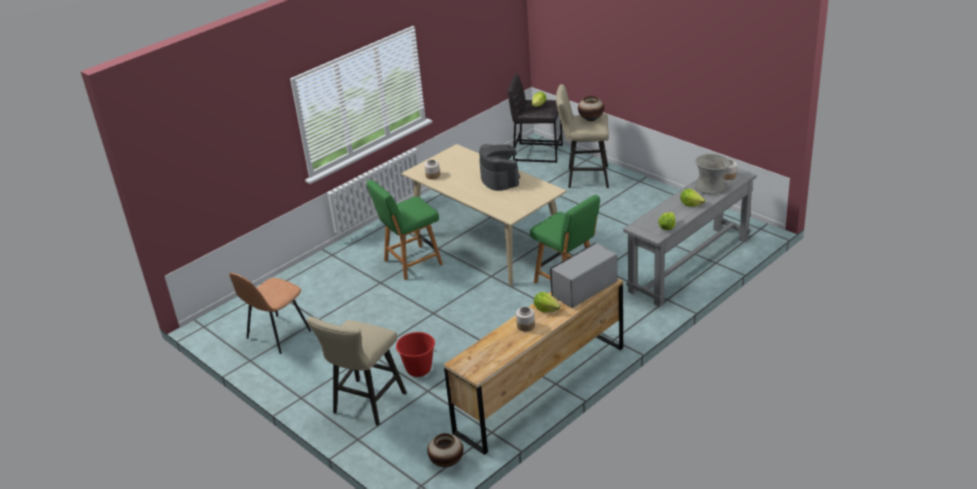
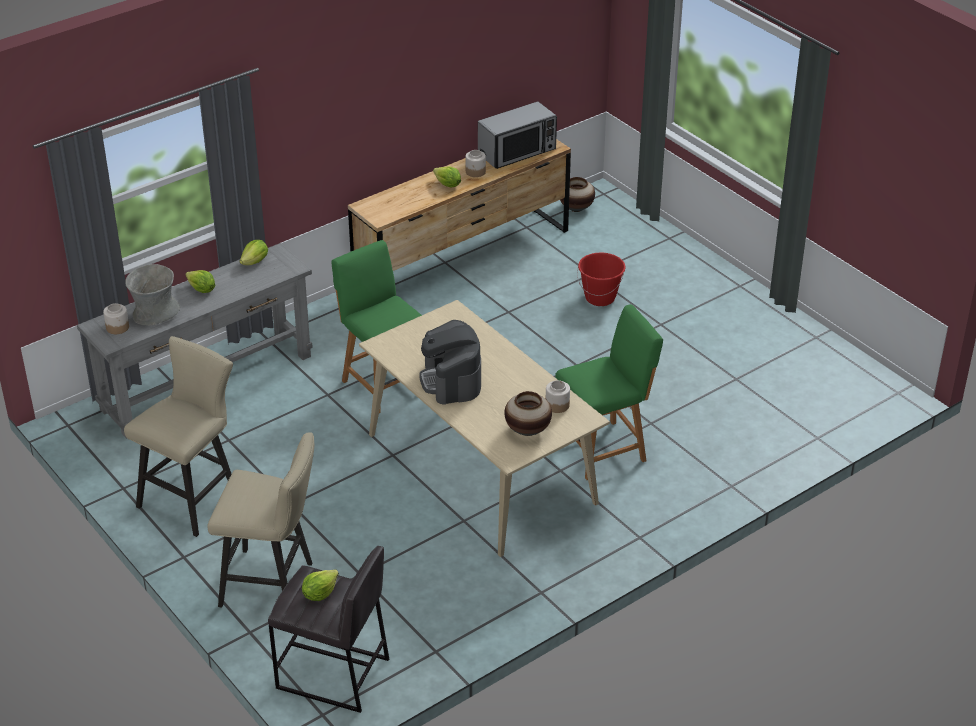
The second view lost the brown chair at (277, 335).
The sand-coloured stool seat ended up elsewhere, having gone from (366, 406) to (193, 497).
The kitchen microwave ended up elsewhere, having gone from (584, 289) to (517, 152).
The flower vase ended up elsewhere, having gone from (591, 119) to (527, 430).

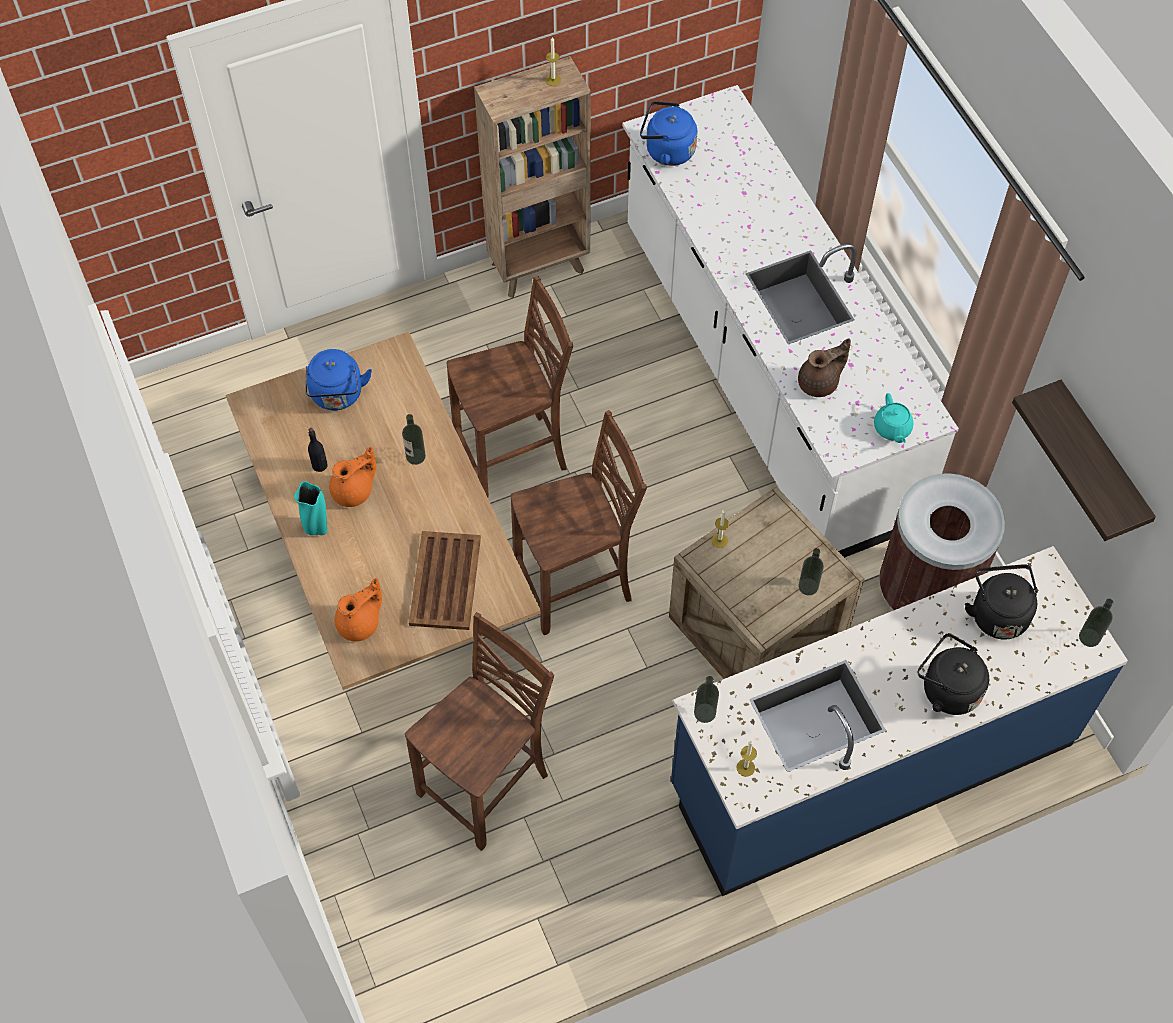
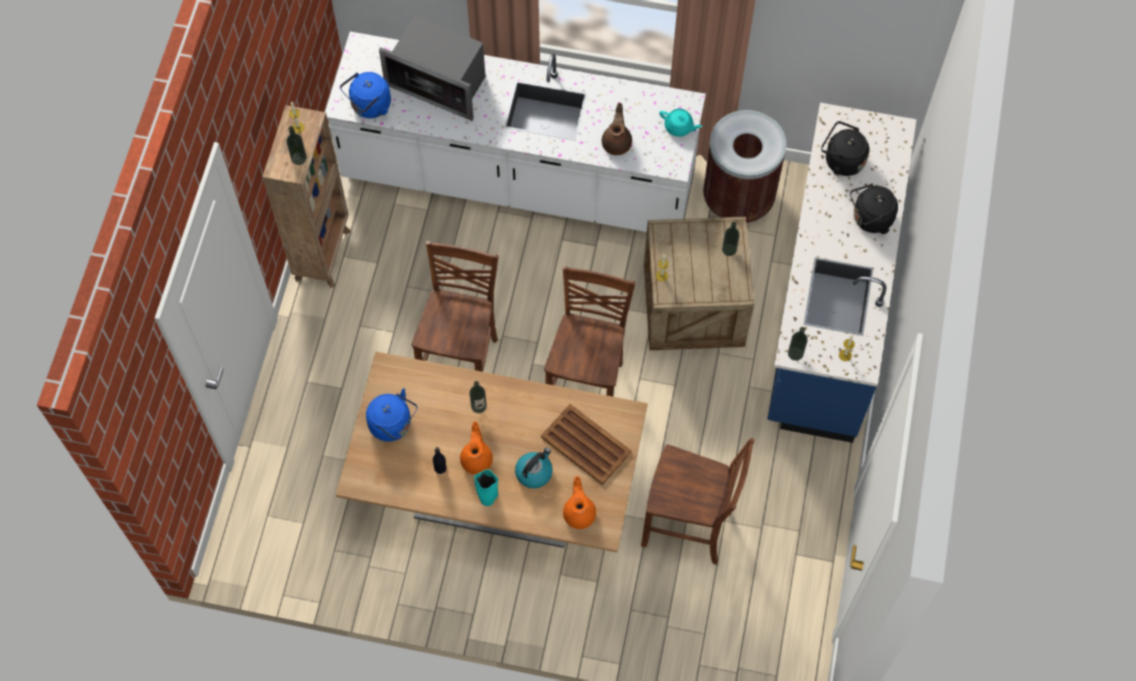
The second view lost the bracket shelf at (1100, 462).
The second view gained the kitchen microwave at (440, 83).
The second view gained the water kettle at (534, 472).
The drink bottle ended up elsewhere, having gone from (1089, 637) to (299, 158).
The brown chair at (487, 785) ended up facing another way, 120 degrees clockwise from before.

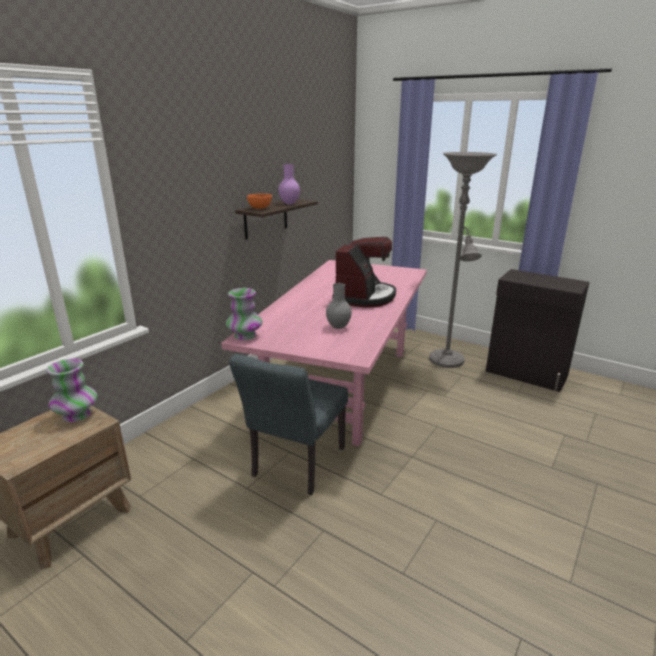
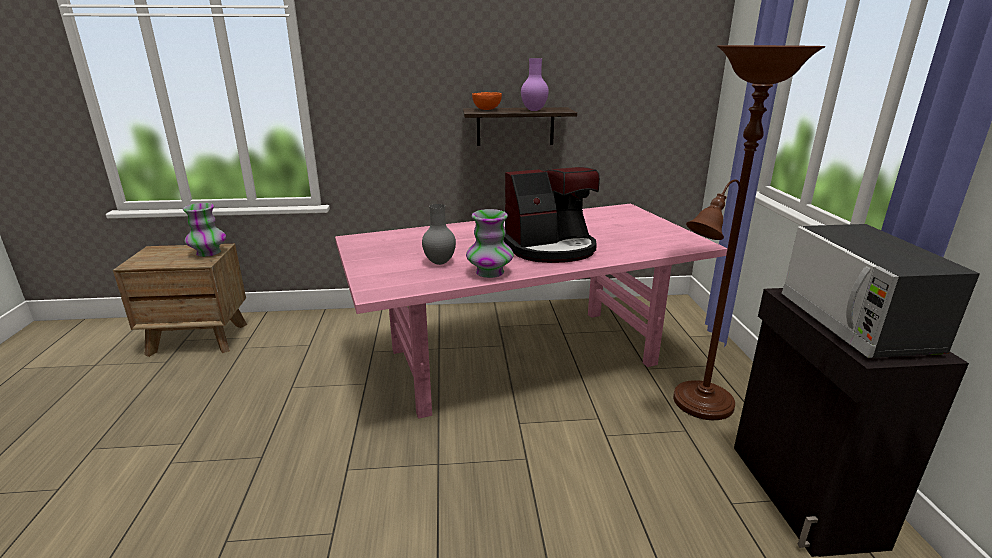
The second view lost the grey chair at (295, 466).
The second view gained the kitchen microwave at (856, 324).
The flower vase ended up elsewhere, having gone from (245, 336) to (490, 272).
What was the grey standing lamp at (448, 362) turned into the brown standing lamp at (699, 405).

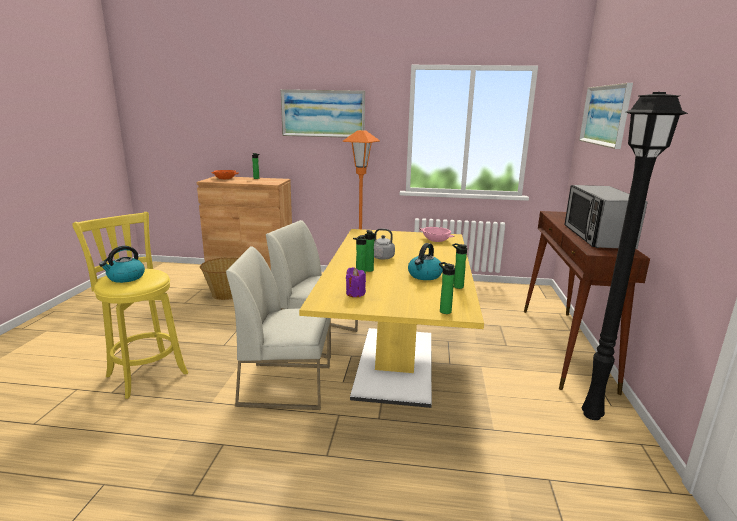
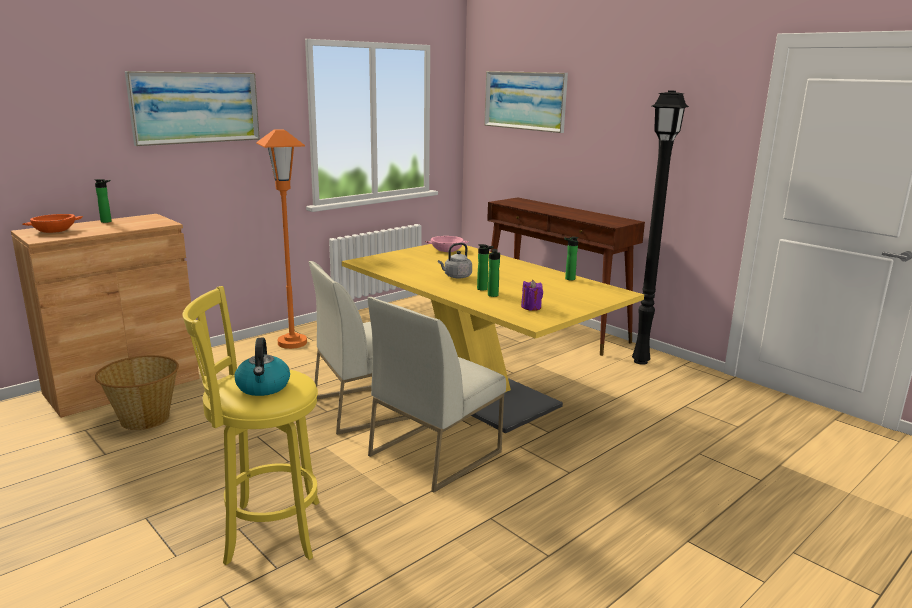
The second view lost the water kettle at (424, 275).
The second view lost the drink bottle at (444, 311).
The second view lost the kitchen microwave at (597, 237).

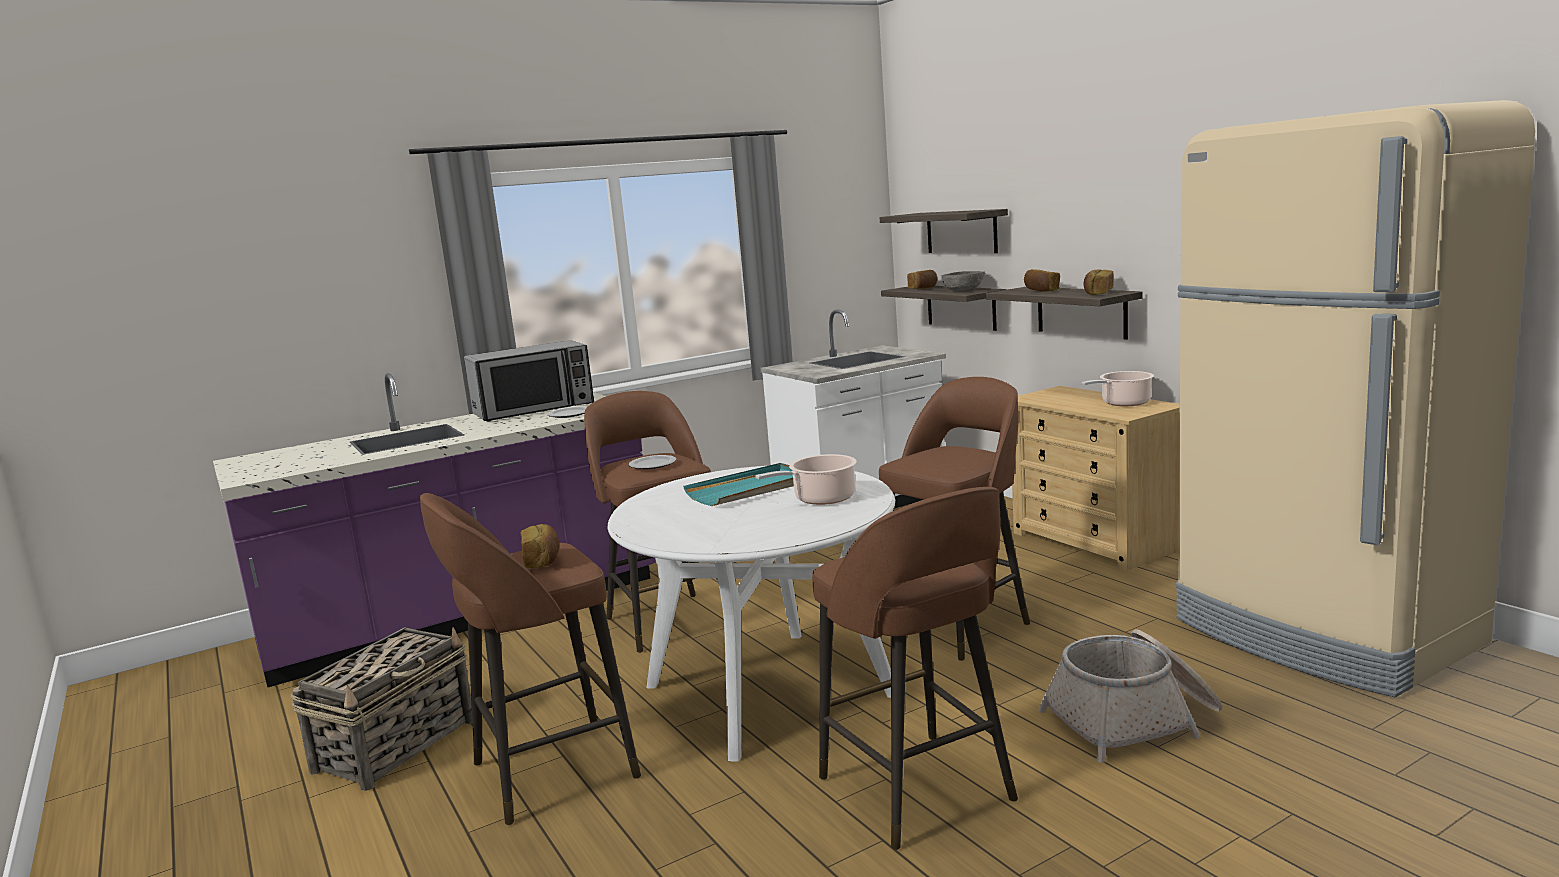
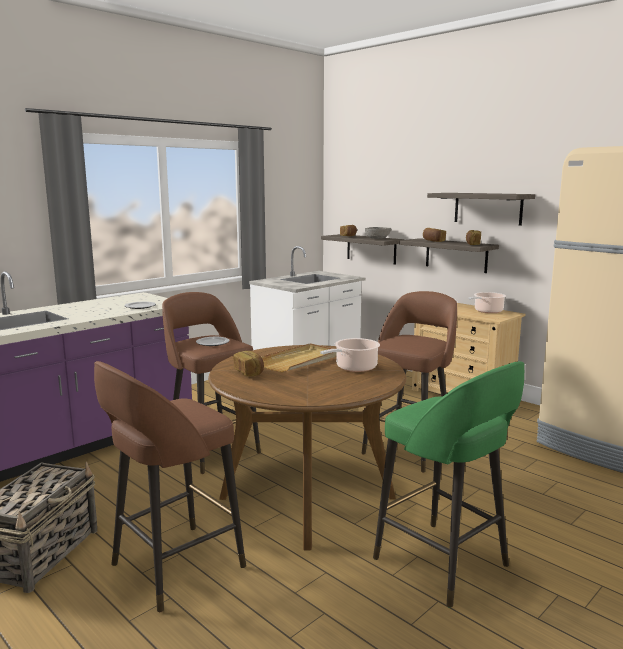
The second view lost the kitchen microwave at (535, 409).
The second view lost the storage basket at (1134, 720).
The bakery bread ended up elsewhere, having gone from (542, 560) to (249, 372).
The bracket shelf ended up elsewhere, having gone from (961, 232) to (488, 208).
What was the white-coloured dining table at (768, 690) turned into the brown dining table at (307, 497).
What was the blue-green tray at (751, 489) turned into the sand-coloured tray at (299, 361).
What was the brown stool seat at (918, 792) turned into the greenish stool seat at (443, 564).

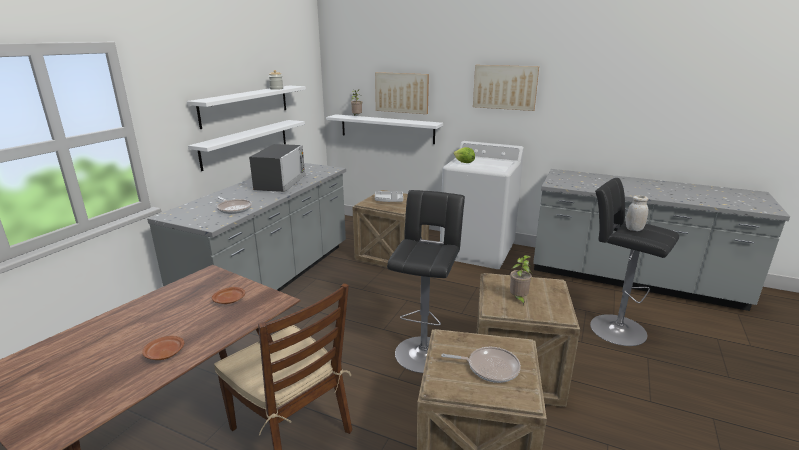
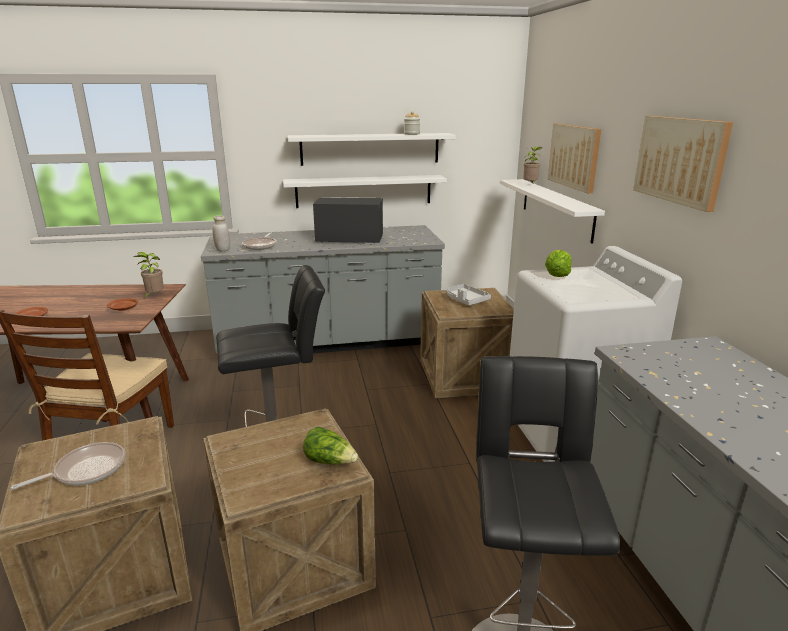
The second view gained the head of lettuce at (330, 461).
The potted plant ended up elsewhere, having gone from (518, 299) to (154, 296).
The white-coloured preserve jar ended up elsewhere, having gone from (634, 229) to (223, 250).
The kitchen microwave at (280, 183) ended up facing another way, 150 degrees counterclockwise from before.
The pan at (489, 367) ended up facing another way, 105 degrees counterclockwise from before.

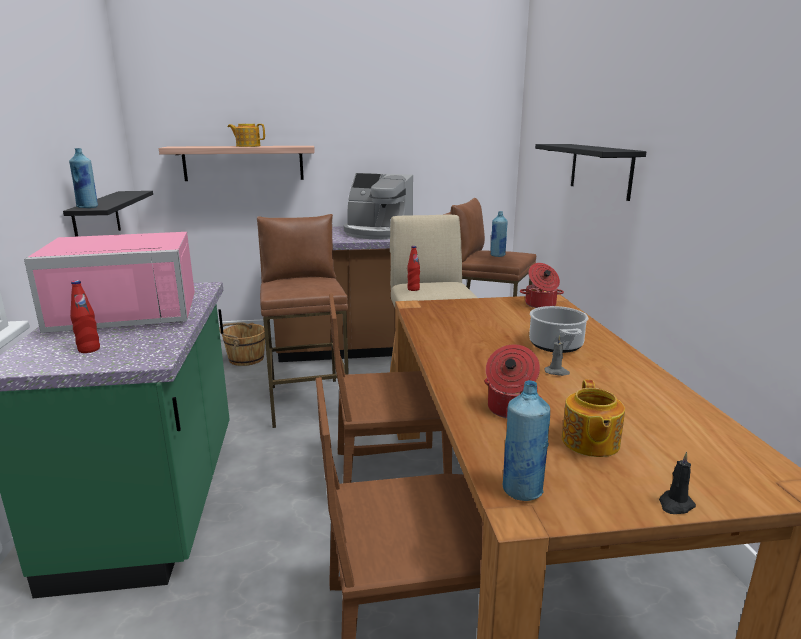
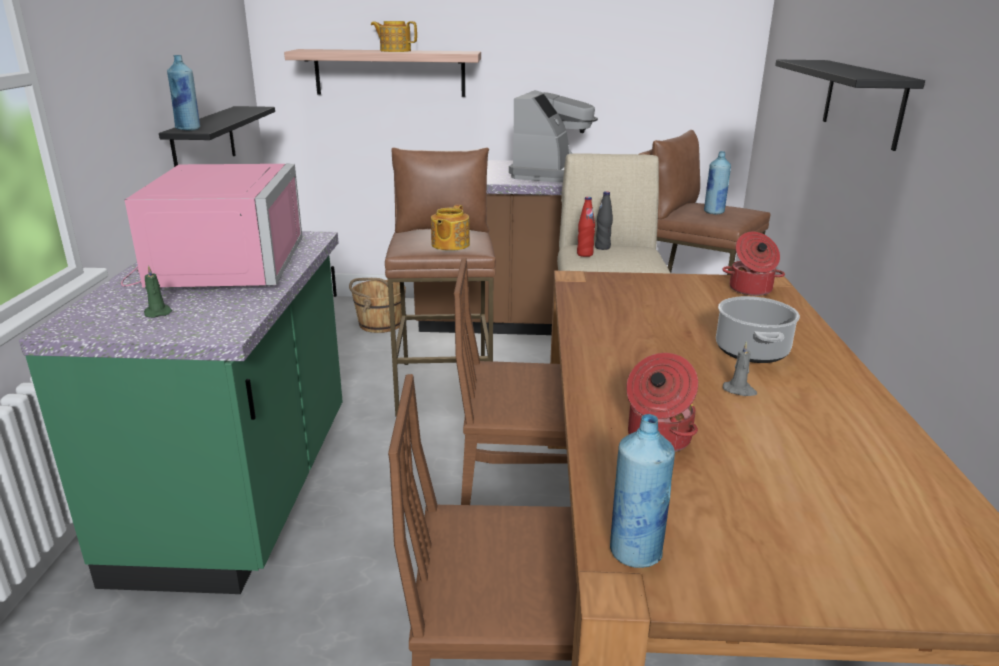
The second view lost the black-coloured candle at (675, 505).
The second view gained the black-coloured drink bottle at (602, 247).
The teapot ended up elsewhere, having gone from (589, 442) to (449, 245).
Where the red drink bottle stood at (89, 349), the greenish candle came to stand at (157, 313).
The pink-coloured kitchen microwave at (129, 311) ended up facing another way, 90 degrees counterclockwise from before.
The coffee brewer at (377, 233) ended up facing another way, 105 degrees counterclockwise from before.

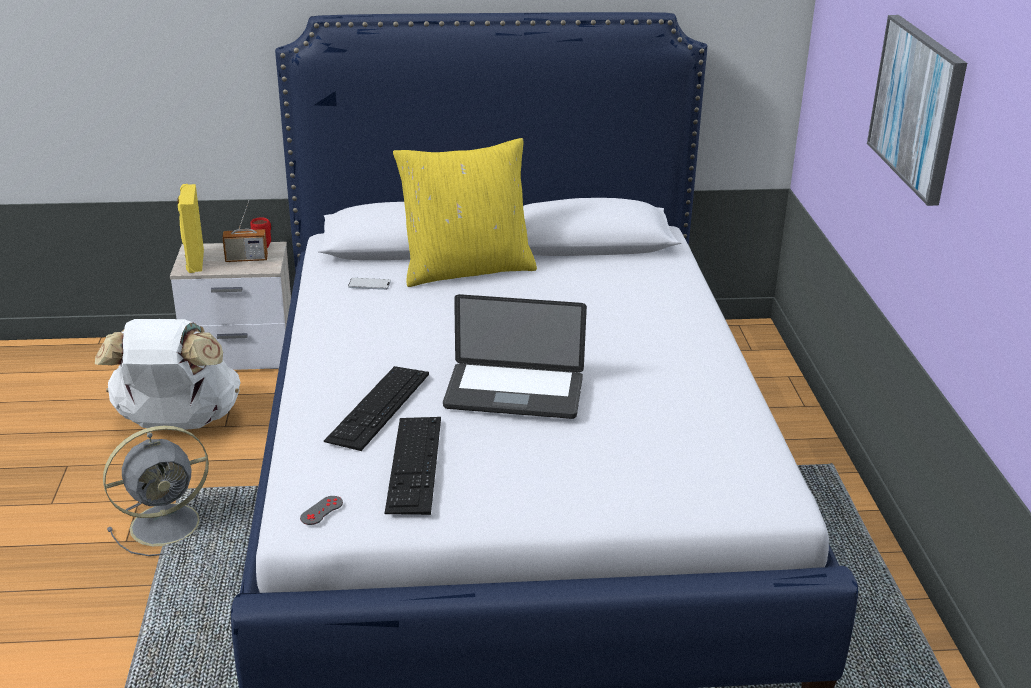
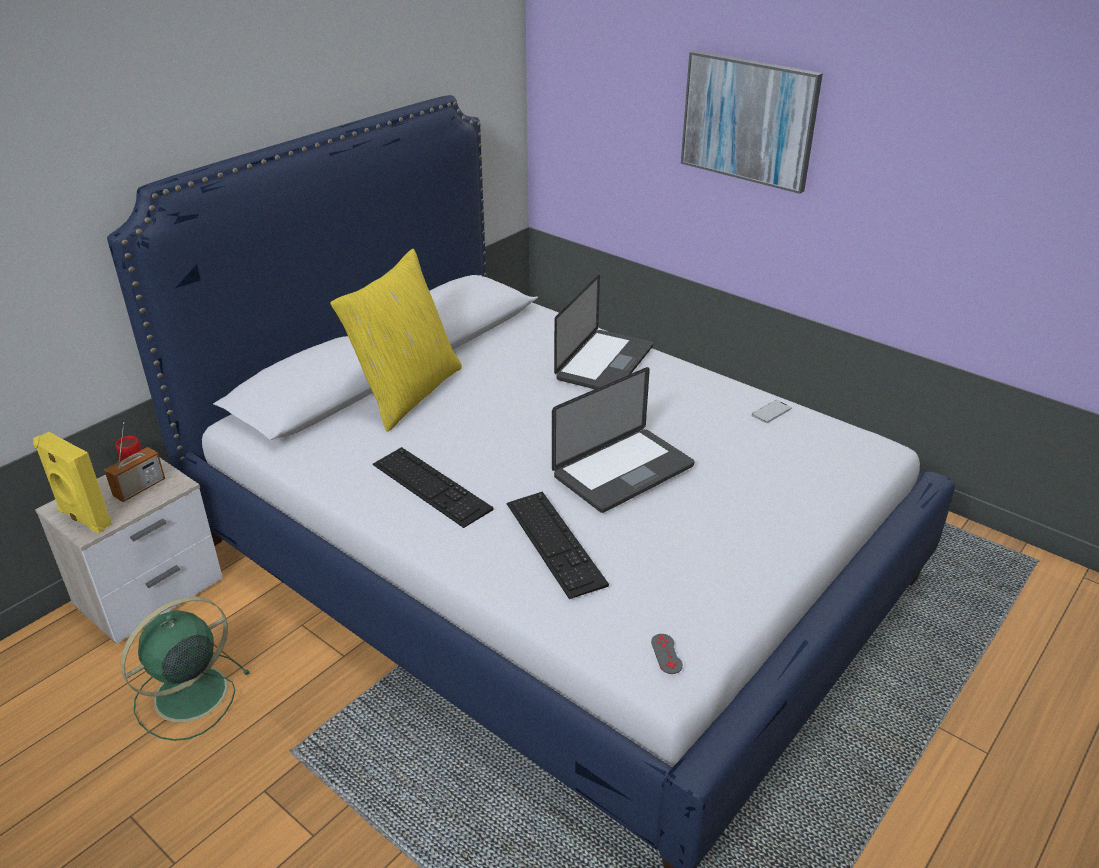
The second view lost the grey cooling fan at (168, 524).
The second view gained the notebook computer at (604, 363).
The telephone ended up elsewhere, having gone from (369, 285) to (771, 412).
The keyboard ended up elsewhere, having gone from (414, 464) to (431, 486).
Where the white-coloured backpack stood at (177, 423), the greenish cooling fan came to stand at (188, 696).

